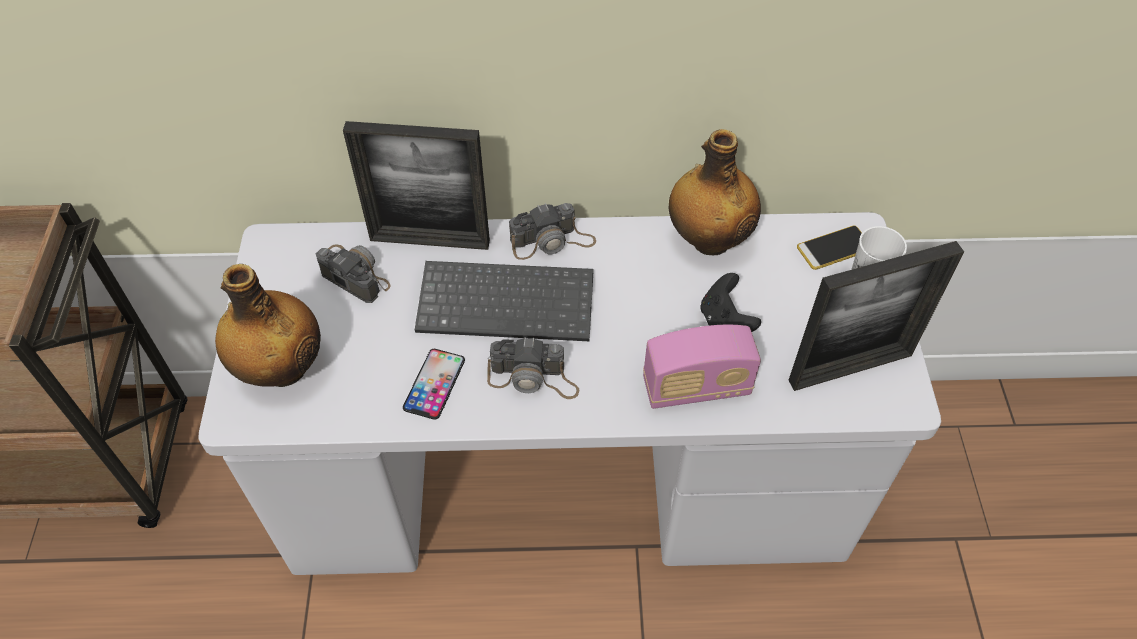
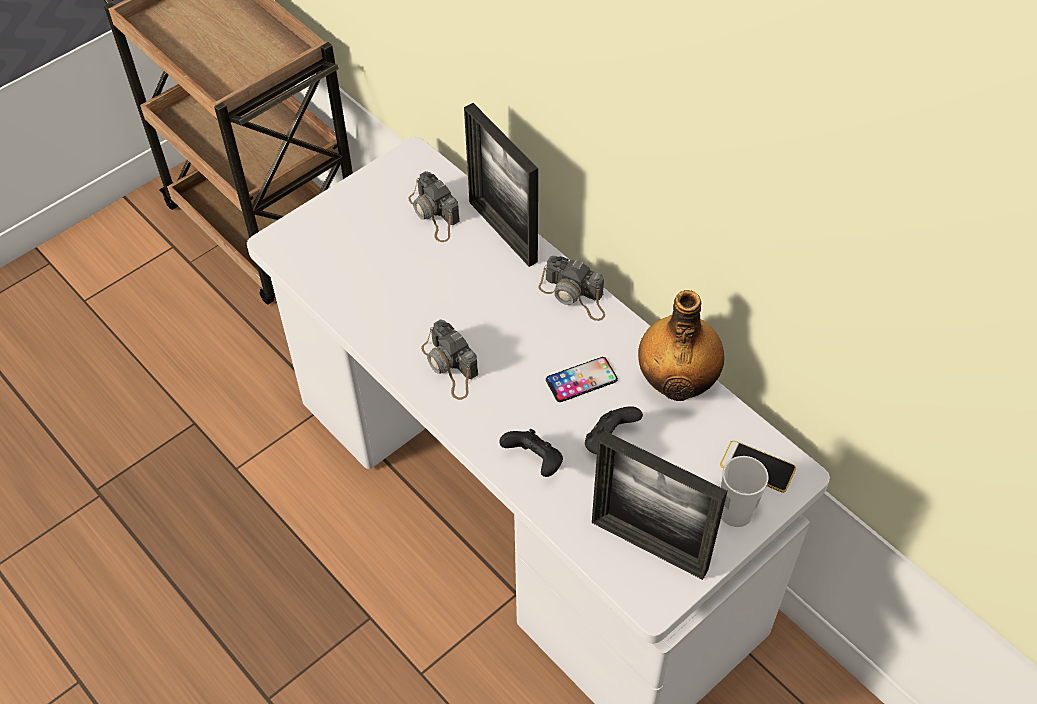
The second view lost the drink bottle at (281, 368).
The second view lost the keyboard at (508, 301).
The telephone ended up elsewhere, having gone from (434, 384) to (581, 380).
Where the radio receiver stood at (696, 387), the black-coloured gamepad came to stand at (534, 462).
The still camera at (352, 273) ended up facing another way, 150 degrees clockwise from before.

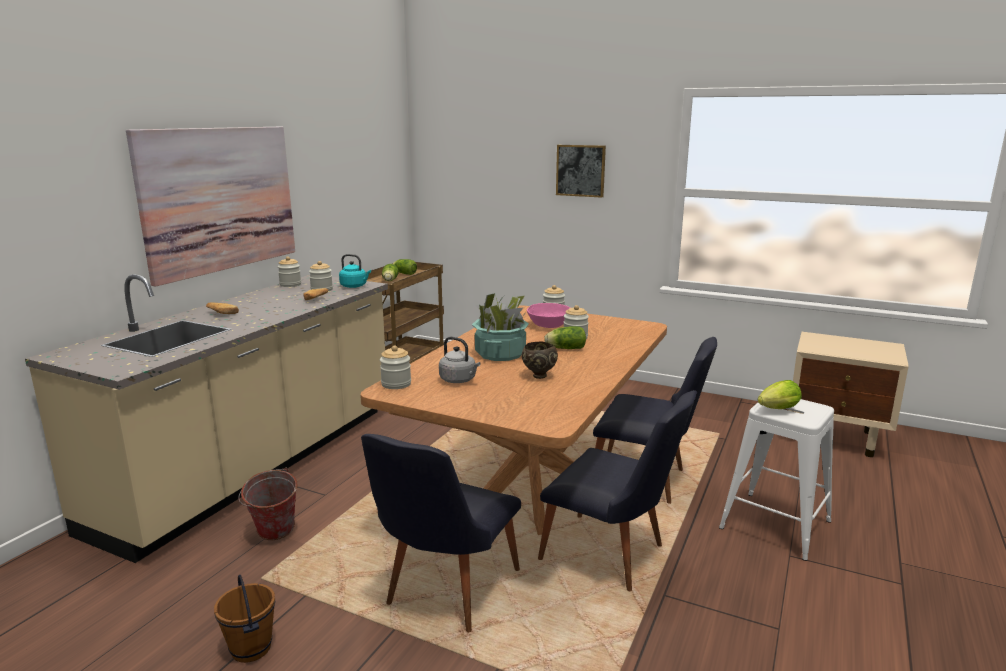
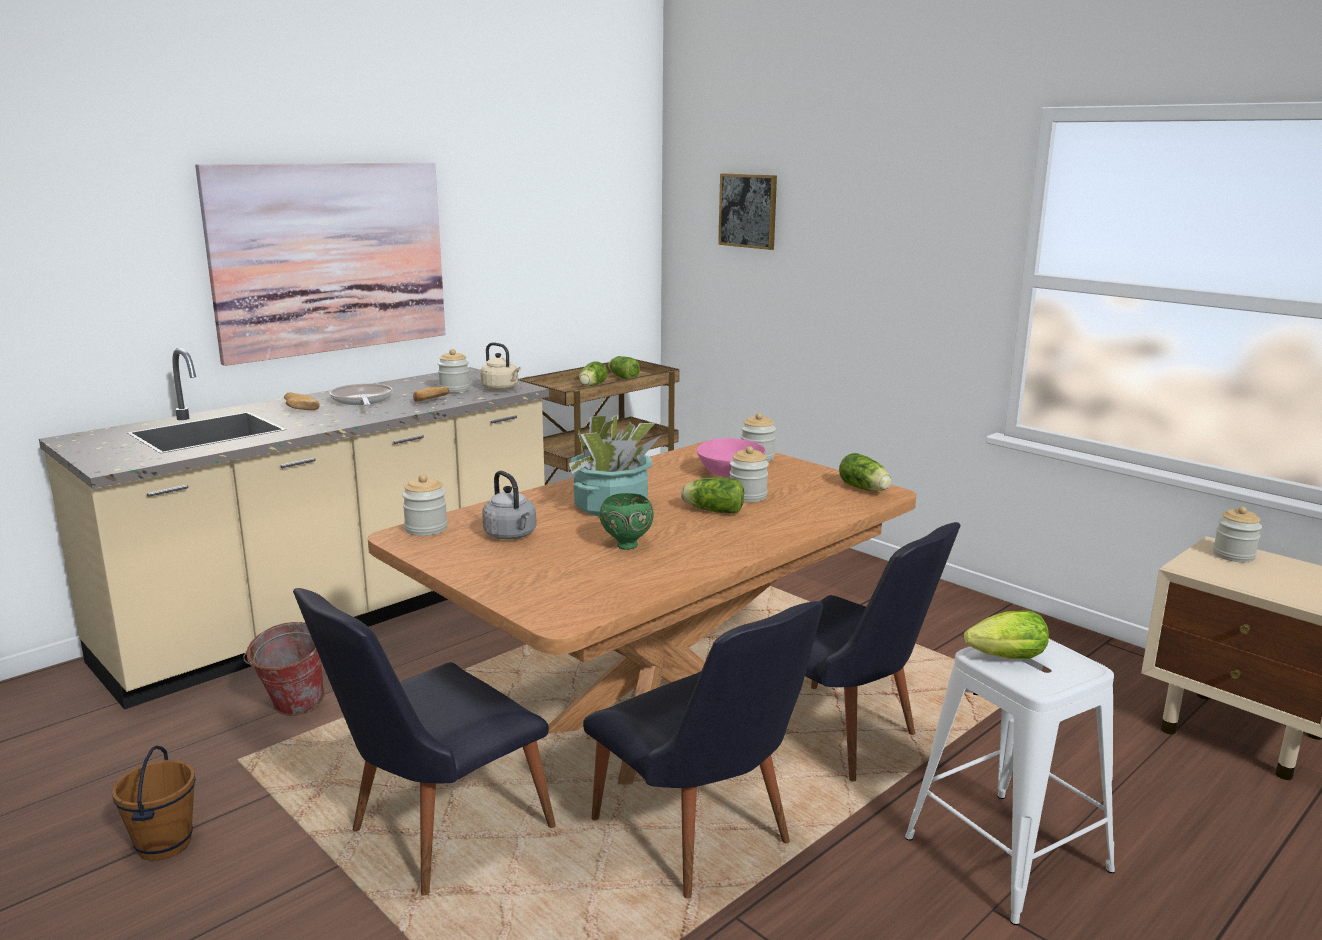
The second view gained the pan at (362, 401).
The second view gained the head of lettuce at (865, 489).
The preserve jar ended up elsewhere, having gone from (290, 284) to (1233, 555).
The wall picture ended up elsewhere, having gone from (580, 170) to (748, 211).
What was the blue-green water kettle at (355, 286) turned into the sand-coloured water kettle at (501, 388).
What was the brown deep dish at (538, 376) turned into the greenish deep dish at (626, 545).

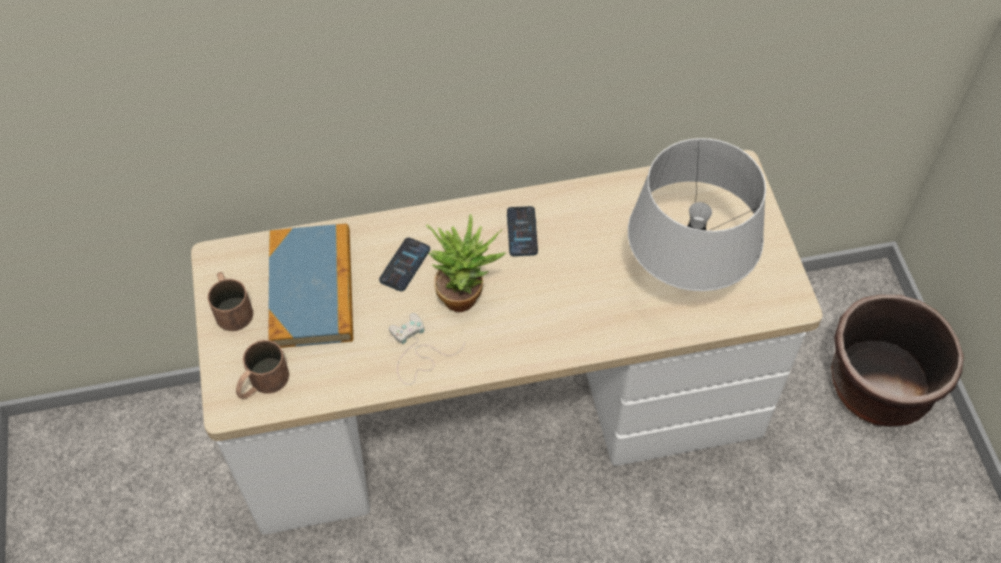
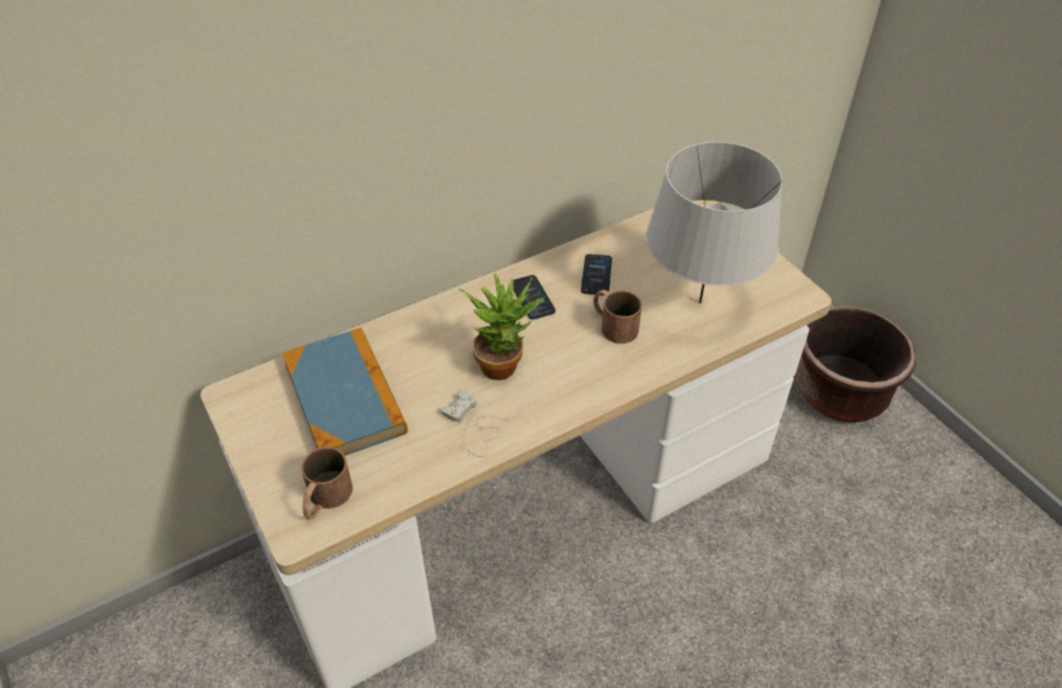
The brown mug ended up elsewhere, having gone from (231, 307) to (613, 325).
The telephone ended up elsewhere, having gone from (405, 265) to (596, 275).

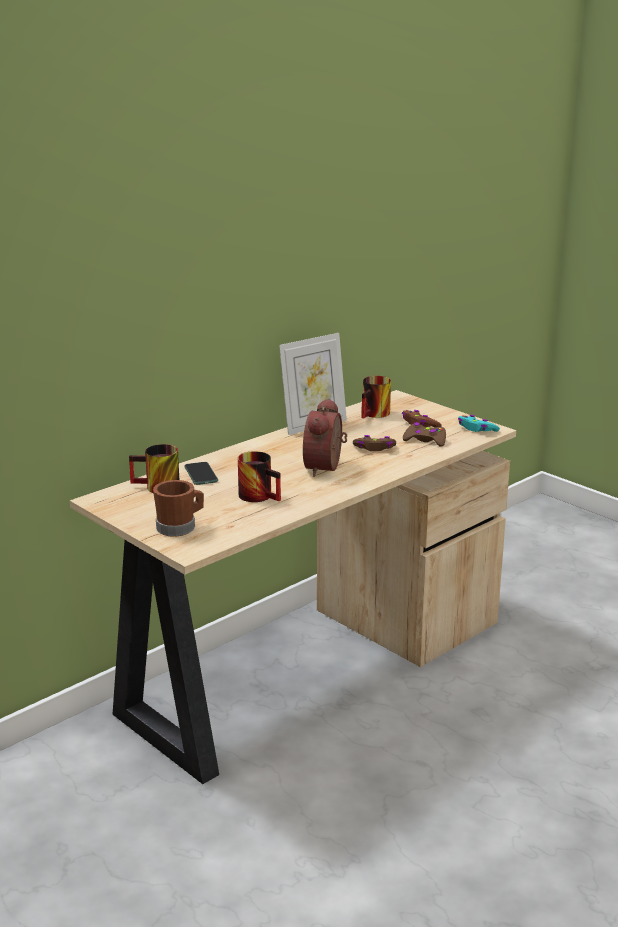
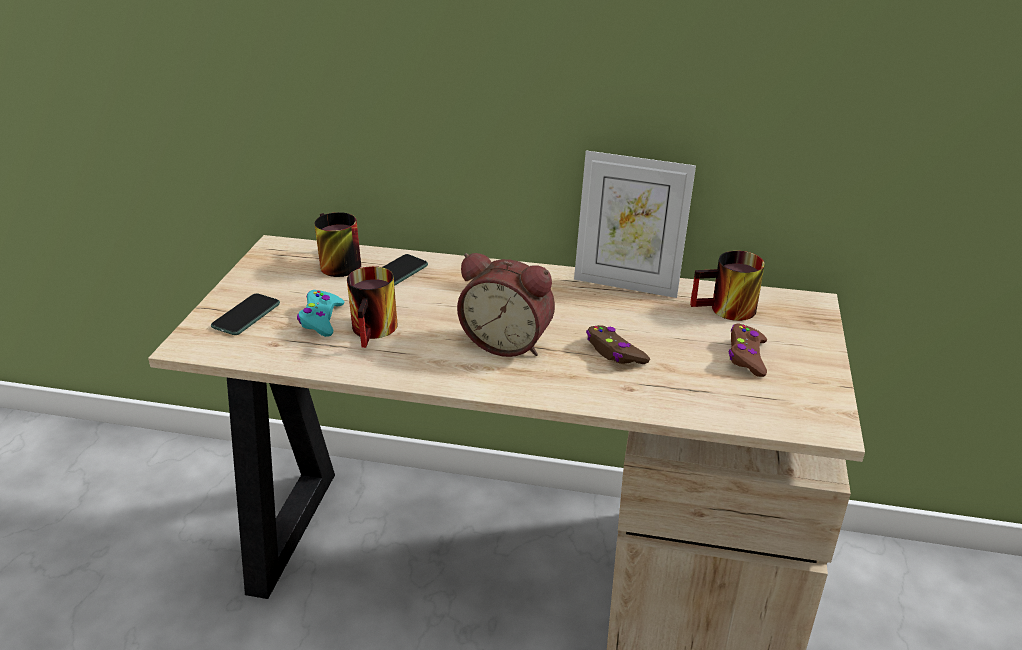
The second view lost the brown gamepad at (425, 440).
The blue-green gamepad ended up elsewhere, having gone from (476, 429) to (321, 319).
Where the brown mug stood at (180, 527), the telephone came to stand at (246, 315).
The table clock at (326, 468) ended up facing another way, 135 degrees counterclockwise from before.

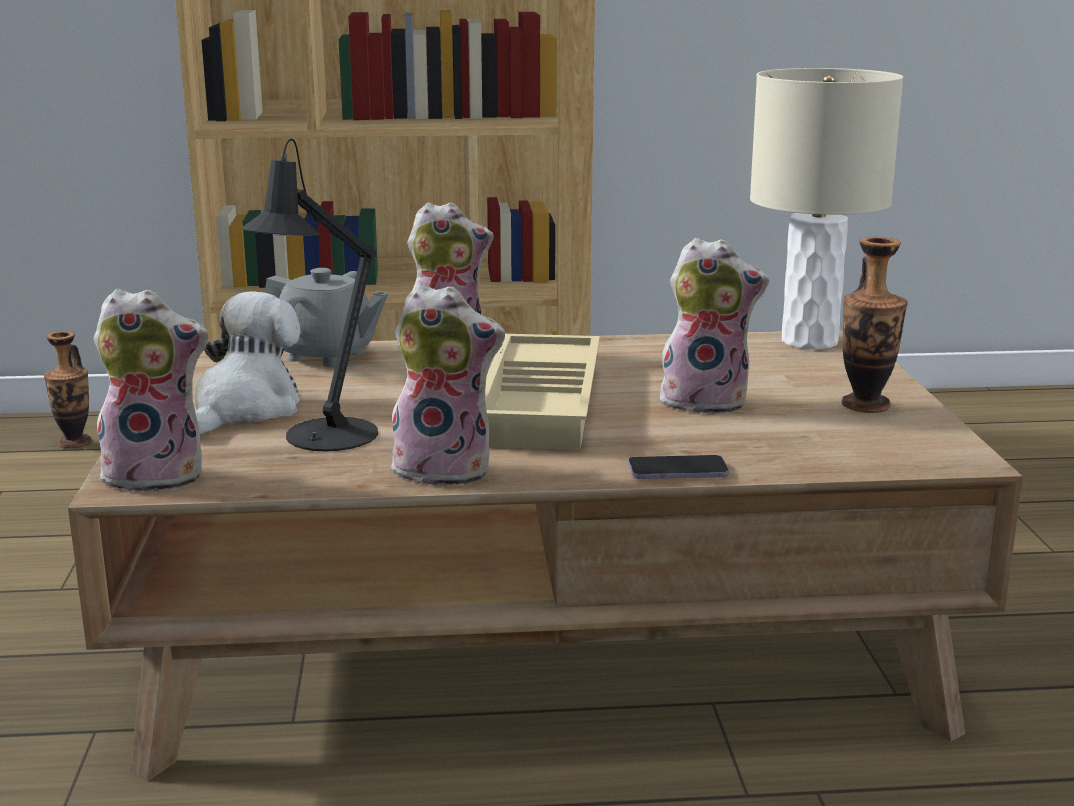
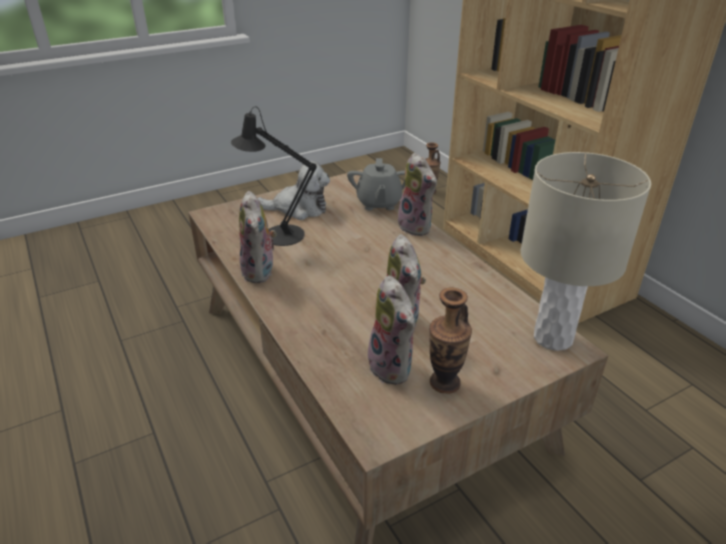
The second view lost the sand-coloured tray at (544, 405).
The second view lost the telephone at (677, 471).
The soft toy ended up elsewhere, having gone from (158, 475) to (394, 367).

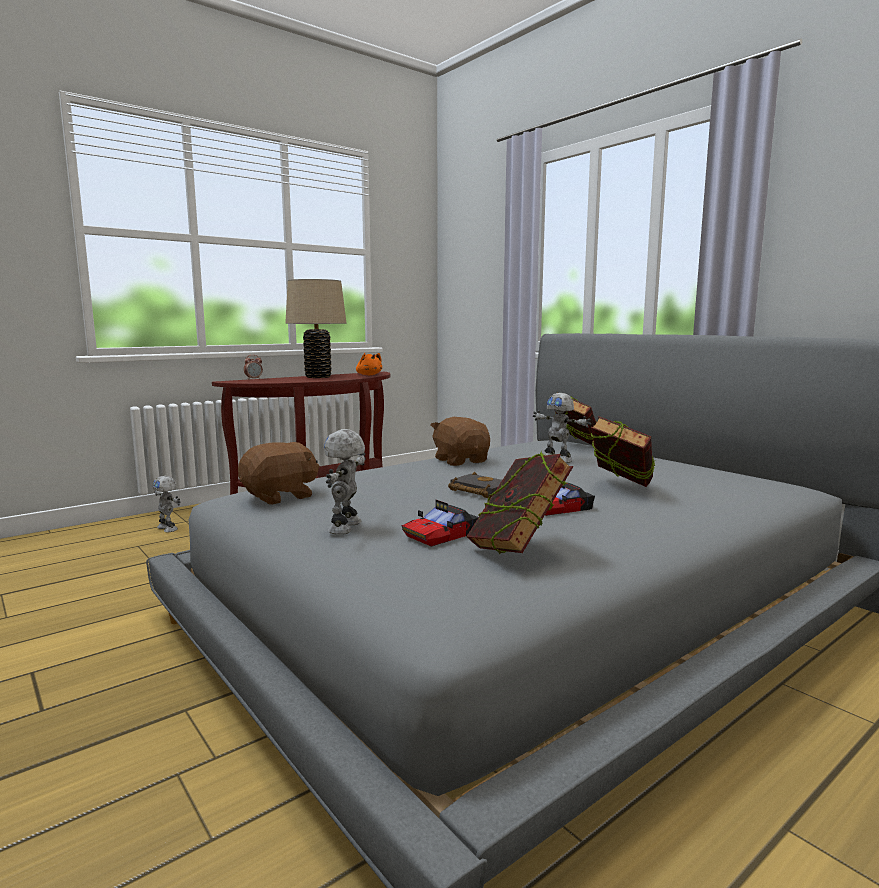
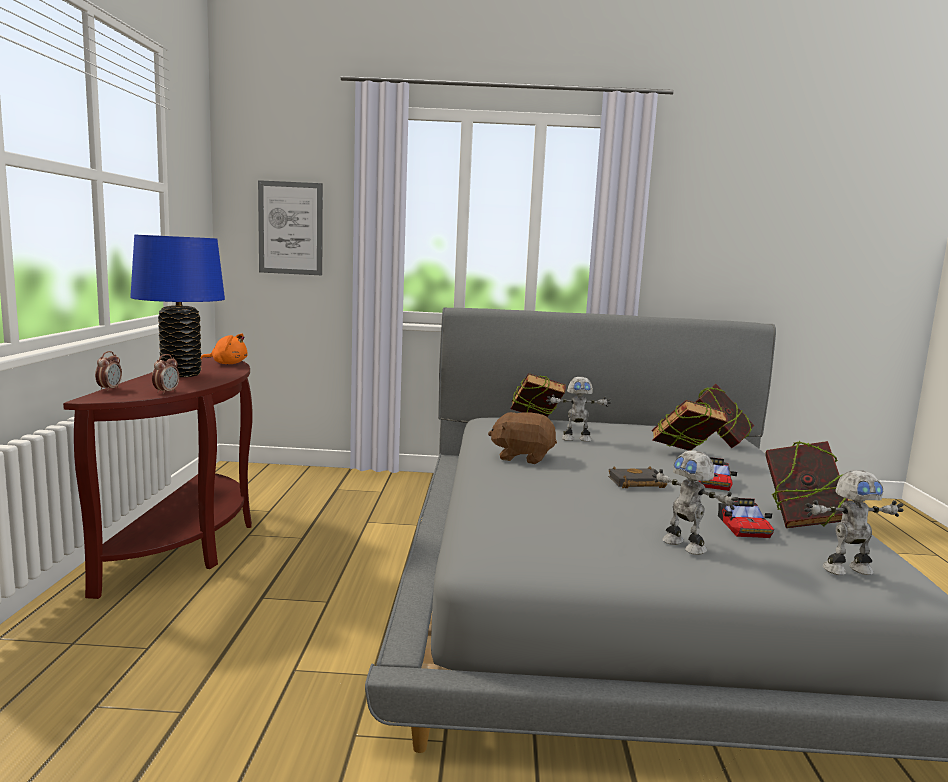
The second view lost the brown soft toy at (280, 497).
The second view gained the table clock at (166, 392).
The second view gained the wall picture at (290, 228).
The second view gained the volume at (720, 442).
The robot figure ended up elsewhere, having gone from (168, 528) to (846, 569).
What was the sand-coloured lamp for a table at (318, 377) turned into the blue-coloured lamp for a table at (181, 374).

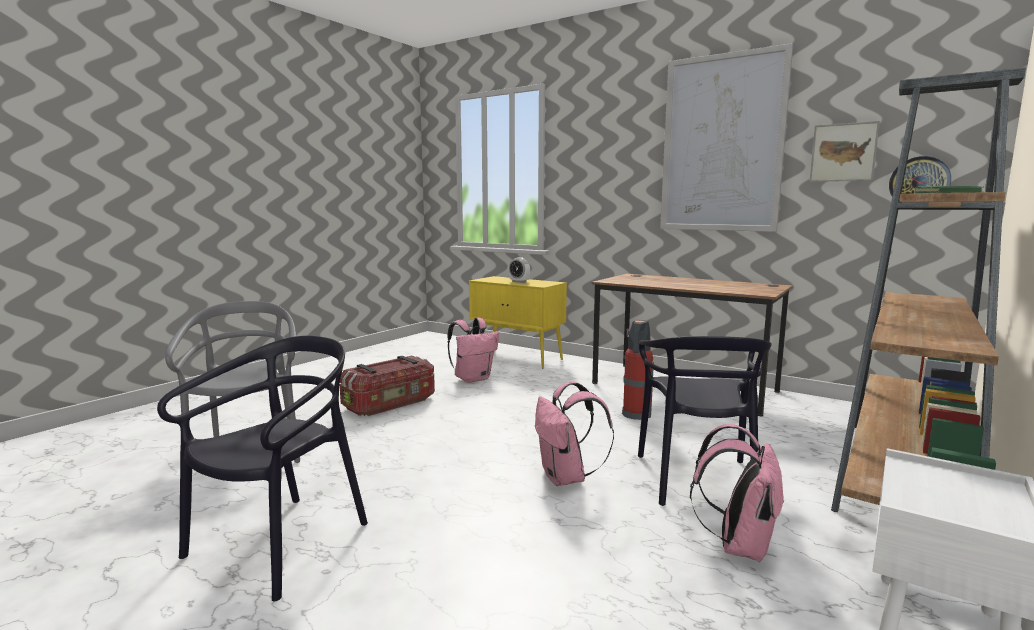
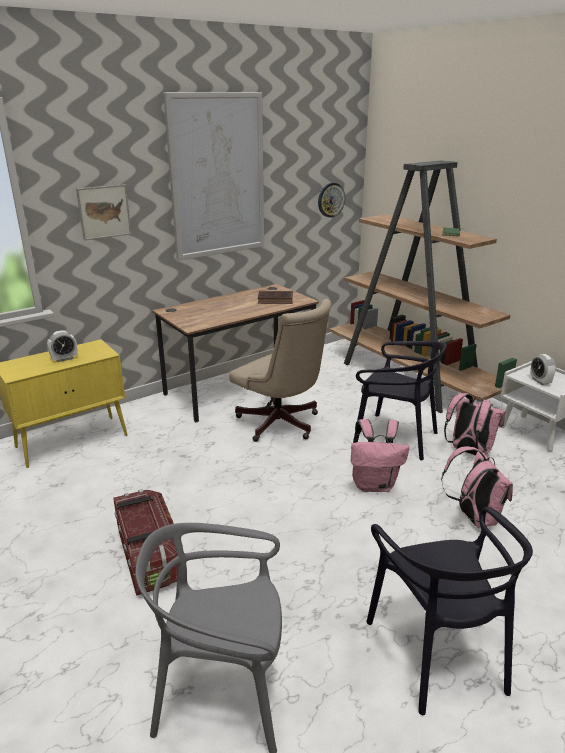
The second view gained the brown volume at (276, 300).
The second view gained the table clock at (540, 381).
The pink-coloured backpack ended up elsewhere, having gone from (473, 378) to (473, 517).
The wall picture ended up elsewhere, having gone from (843, 152) to (104, 212).
Where the fire extinguisher stood at (635, 415), the sand-coloured office chair came to stand at (281, 425).
The black-coloured chair at (280, 544) ended up facing another way, 150 degrees counterclockwise from before.

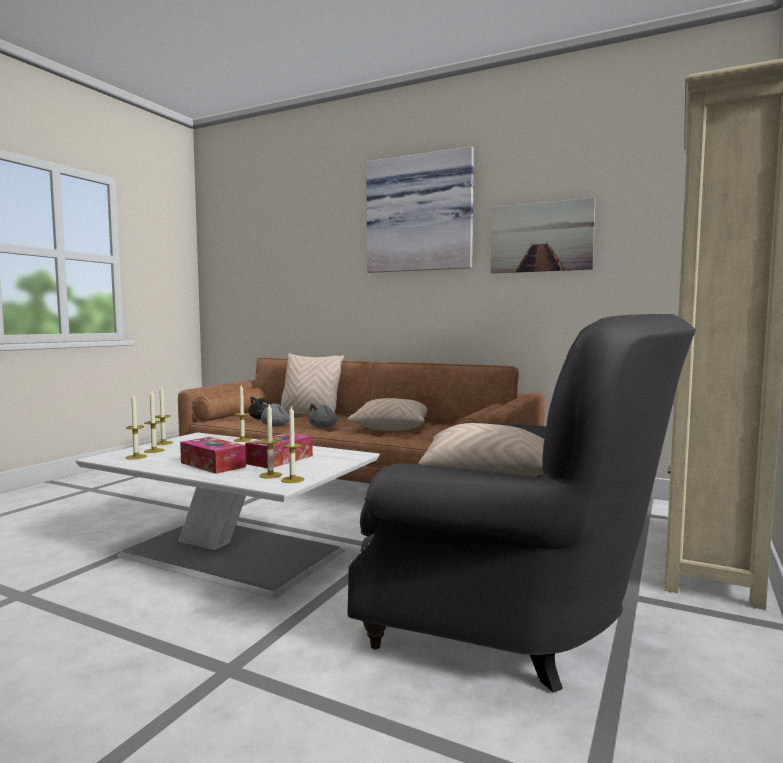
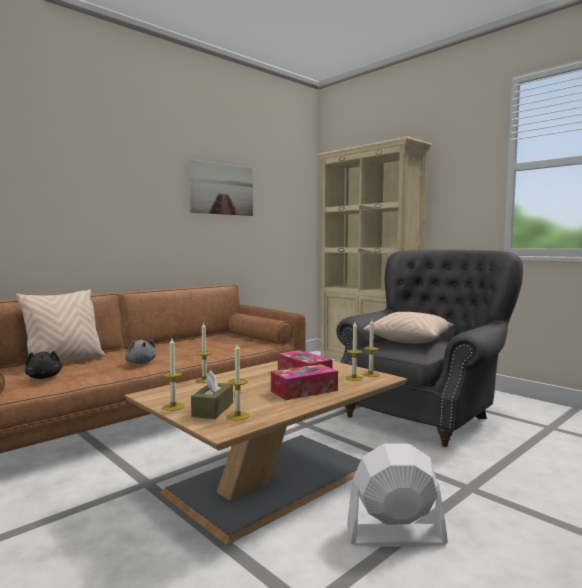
The second view lost the grey soft toy at (276, 426).
The second view lost the sand-coloured cushion at (391, 427).
The second view lost the wall picture at (420, 214).
The second view gained the white-coloured cooling fan at (395, 535).
Where the candle stood at (154, 450), the brown tissue box came to stand at (213, 410).
What was the white-coloured coffee table at (236, 553) turned into the brown coffee table at (275, 477).

